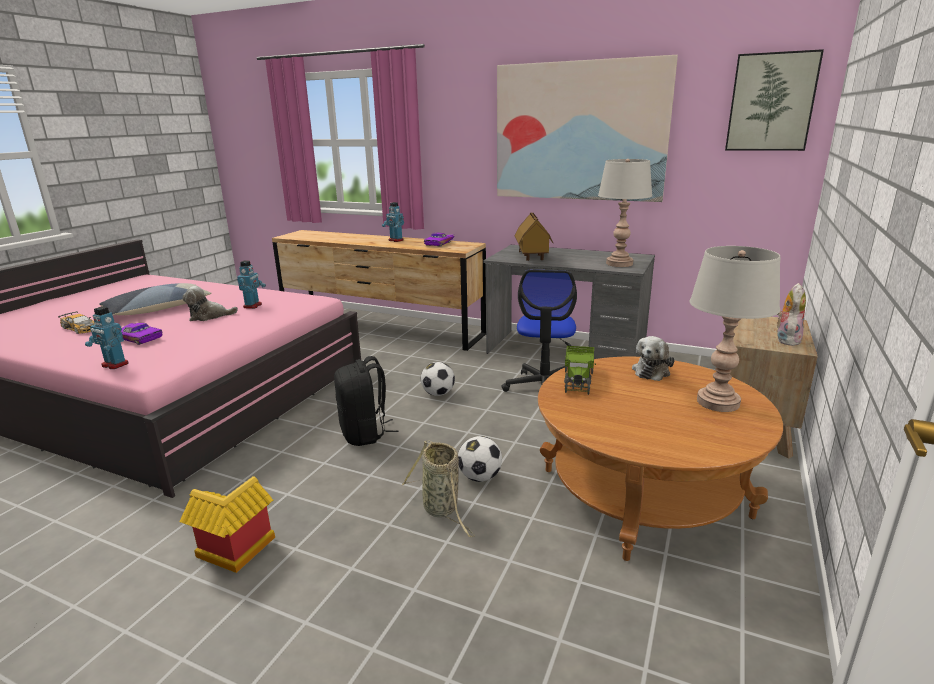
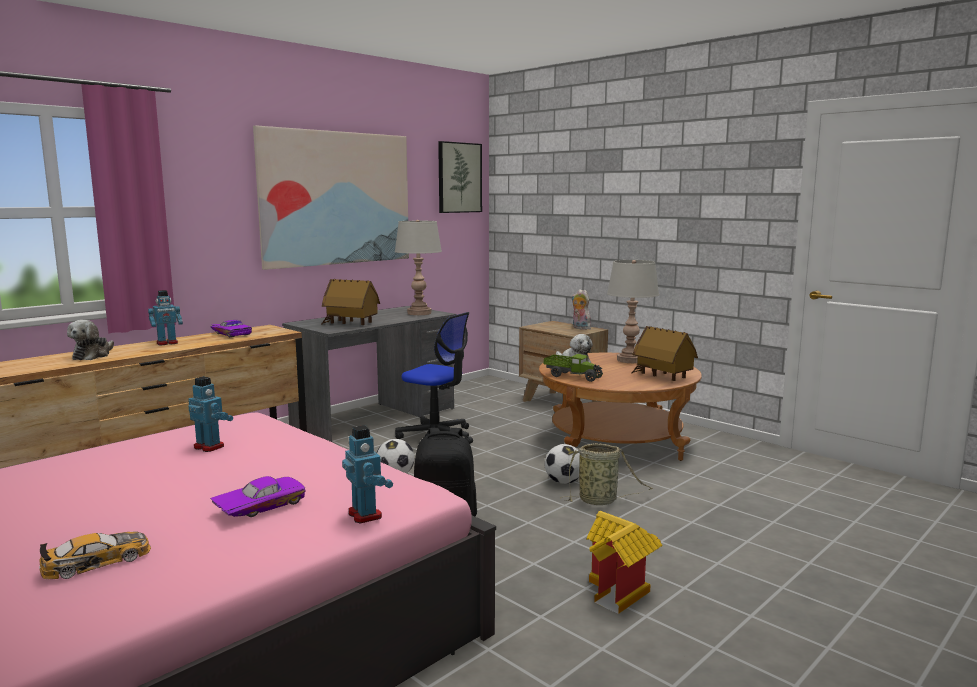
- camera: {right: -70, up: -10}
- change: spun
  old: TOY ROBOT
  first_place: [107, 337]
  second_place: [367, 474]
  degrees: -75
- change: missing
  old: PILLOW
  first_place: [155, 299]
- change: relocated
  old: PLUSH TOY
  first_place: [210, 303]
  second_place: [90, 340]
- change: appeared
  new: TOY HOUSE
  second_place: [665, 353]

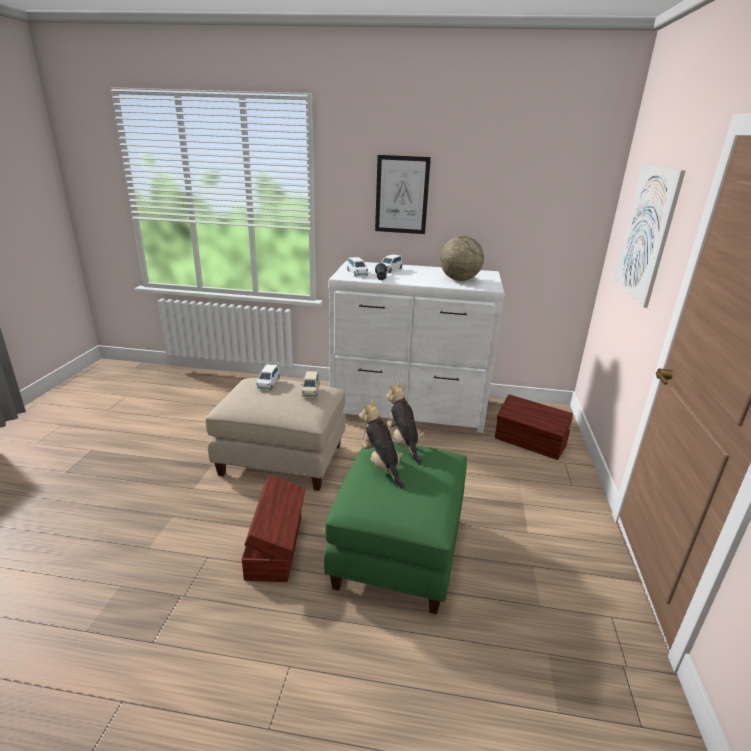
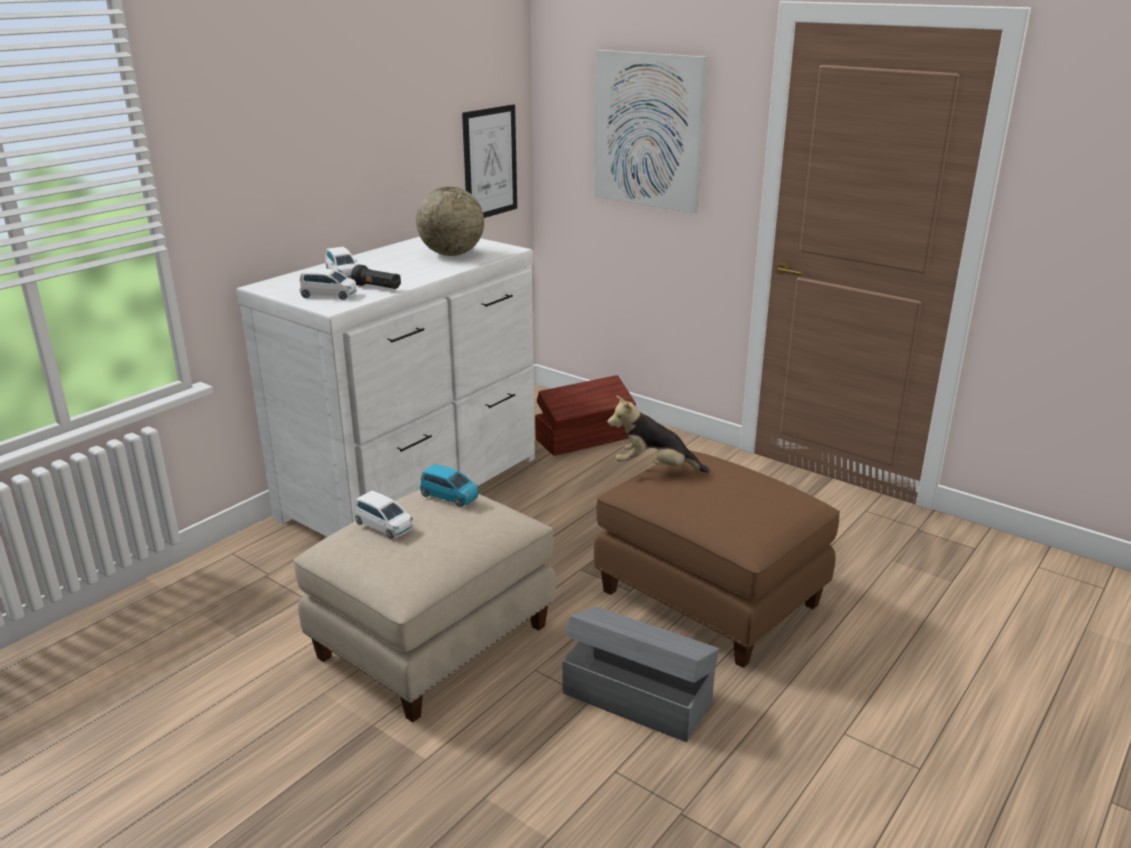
- camera: {right: -60, up: 0}
- change: colour
  old: BROWN STORAGE BOX
  new: GREY STORAGE BOX
  first_place: [274, 528]
  second_place: [640, 674]
- change: colour
  old: BEIGE TOY CAR
  new: BLUE TOY CAR
  first_place: [310, 384]
  second_place: [449, 485]
- change: colour
  old: GREEN OTTOMAN
  new: BROWN OTTOMAN
  first_place: [395, 528]
  second_place: [717, 559]
- change: missing
  old: PLUSH TOY
  first_place: [382, 443]
- change: relocated
  old: PICTURE
  first_place: [403, 194]
  second_place: [489, 161]

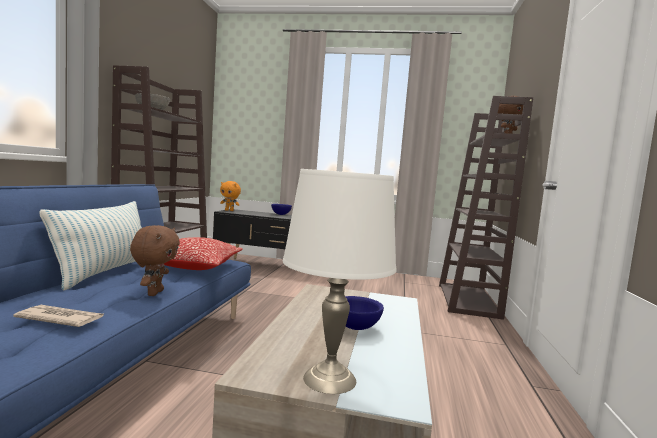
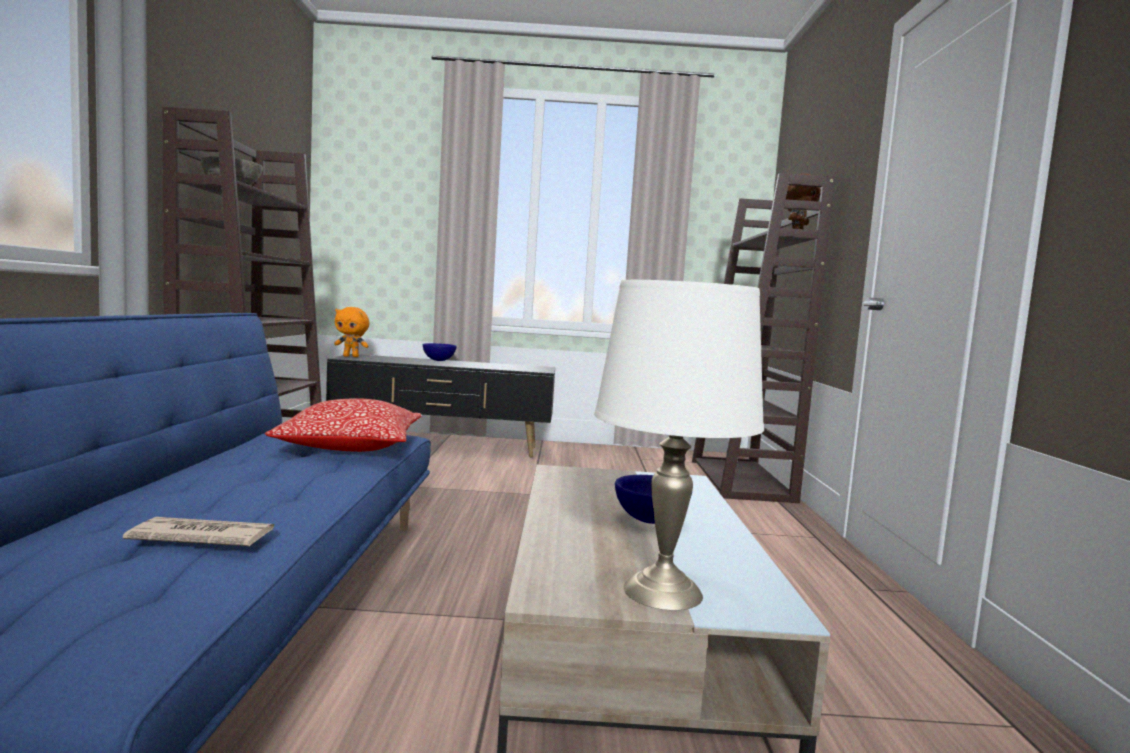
- camera: {right: -10, up: 0}
- change: missing
  old: PILLOW
  first_place: [90, 246]
- change: missing
  old: BROWN PLUSH TOY
  first_place: [155, 260]

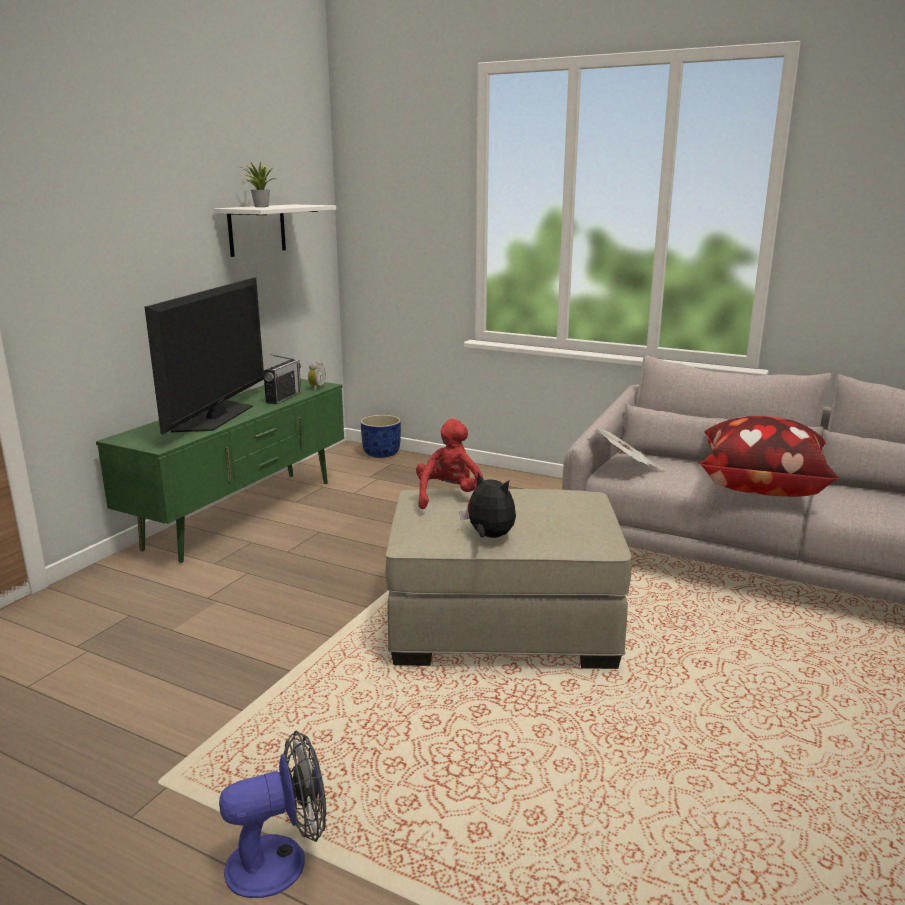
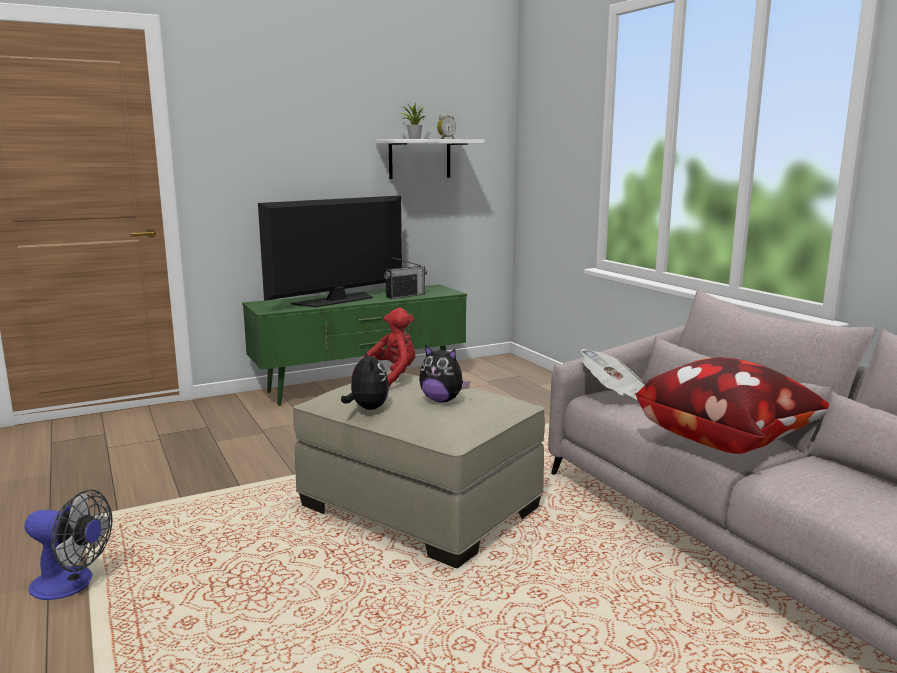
- camera: {right: 35, up: -5}
- change: relocated
  old: ALARM CLOCK
  first_place: [317, 375]
  second_place: [446, 126]
- change: missing
  old: BLUE PLANTER
  first_place: [380, 436]
- change: appeared
  new: PLUSH TOY
  second_place: [444, 373]

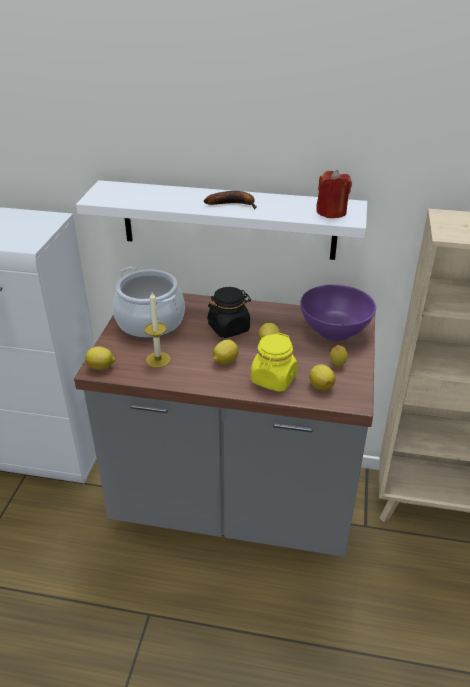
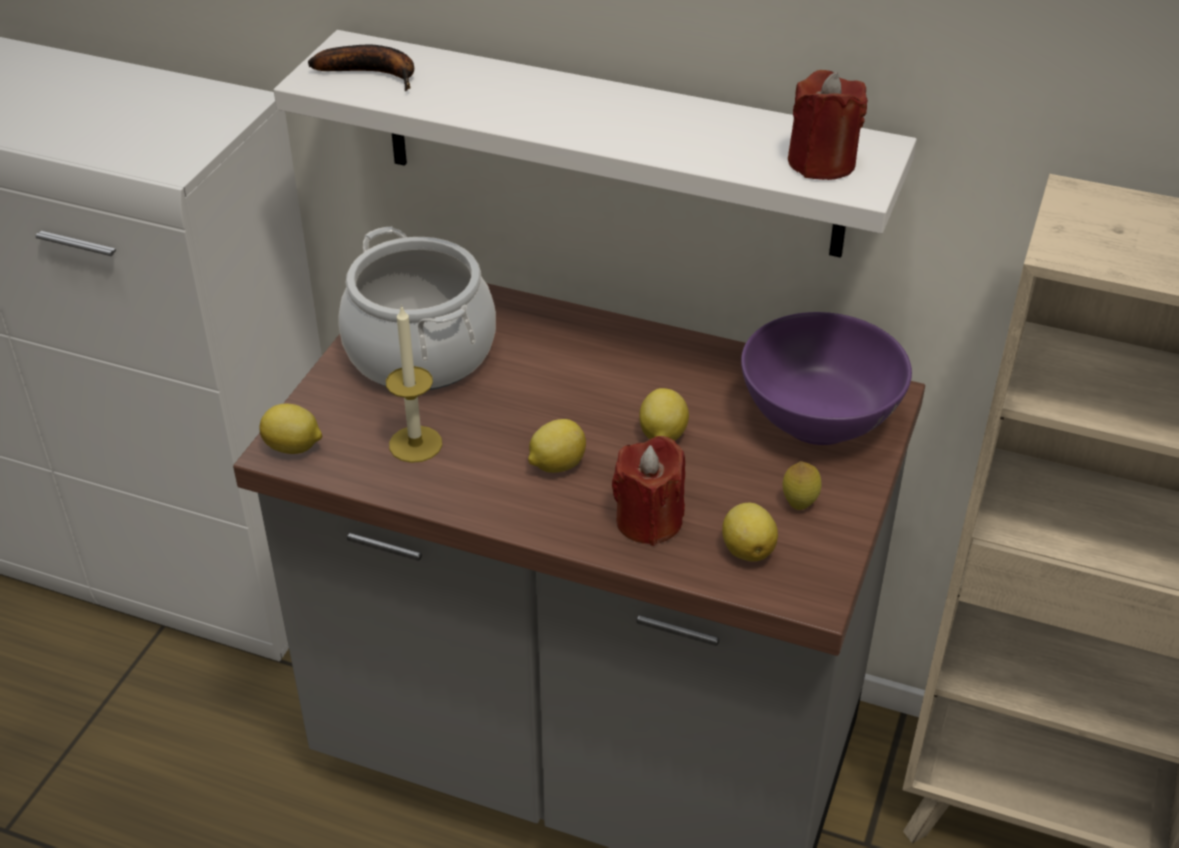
- camera: {right: 10, up: 5}
- change: relocated
  old: BANANA
  first_place: [230, 200]
  second_place: [361, 68]
- change: missing
  old: BLACK JAR
  first_place: [229, 312]
- change: exchanged
  old: YELLOW JAR
  new: RED CANDLE
  first_place: [274, 362]
  second_place: [648, 491]

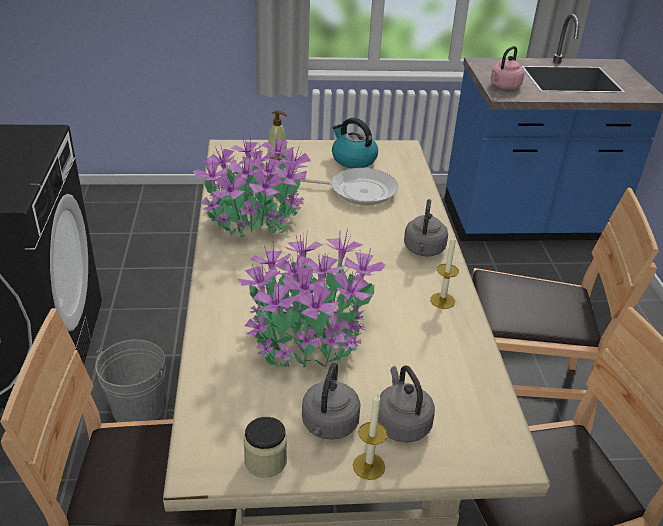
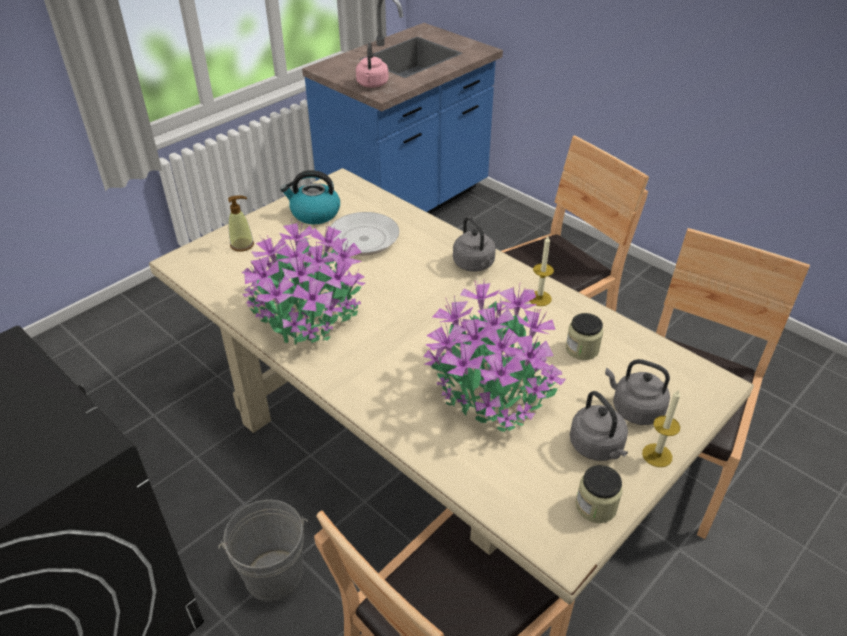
- camera: {right: -40, up: 5}
- change: appeared
  new: JAR
  second_place: [584, 336]

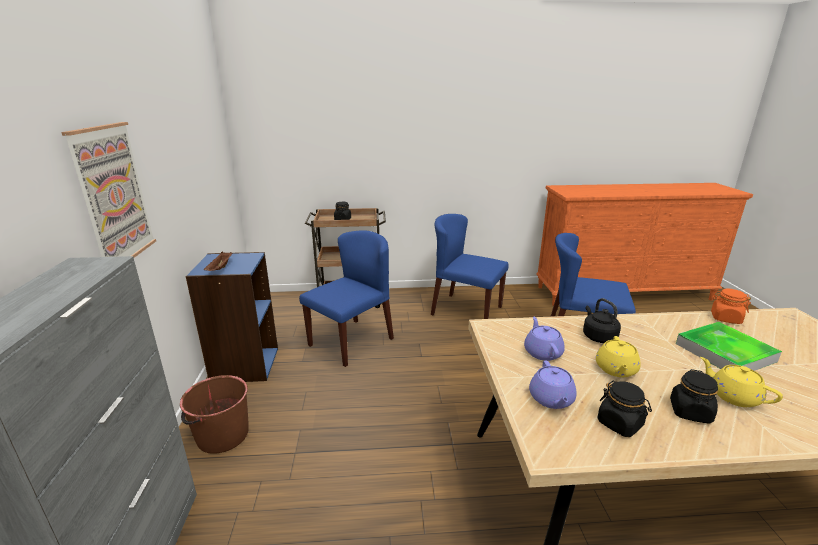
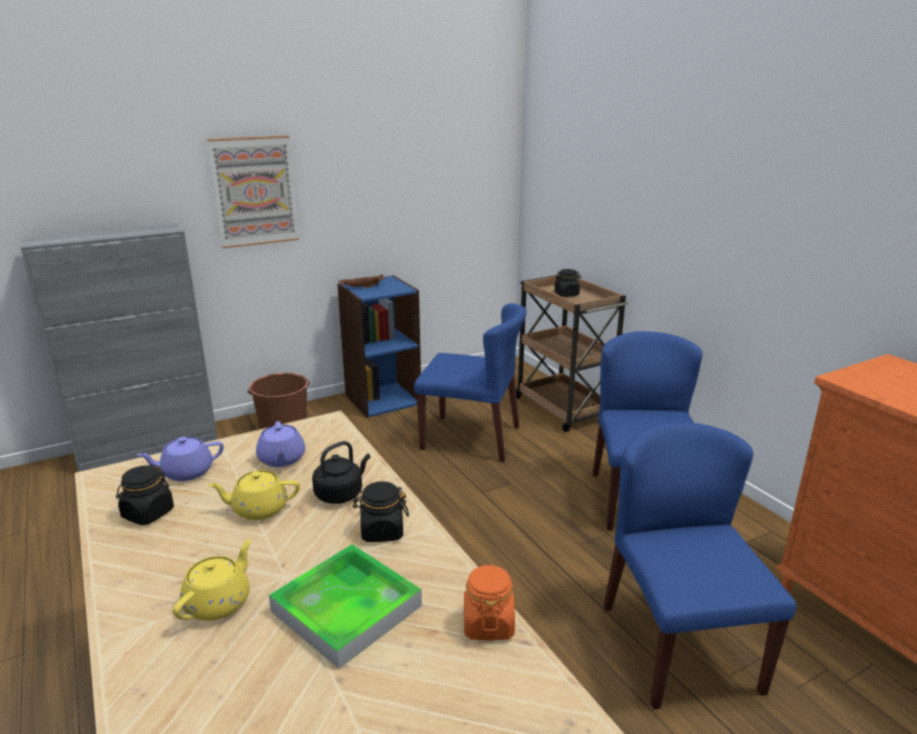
- camera: {right: 65, up: 0}
- change: spun
  old: PURPLE TEAPOT
  first_place: [544, 339]
  second_place: [280, 444]
  degrees: 105
- change: relocated
  old: BLACK JAR
  first_place: [694, 396]
  second_place: [381, 511]

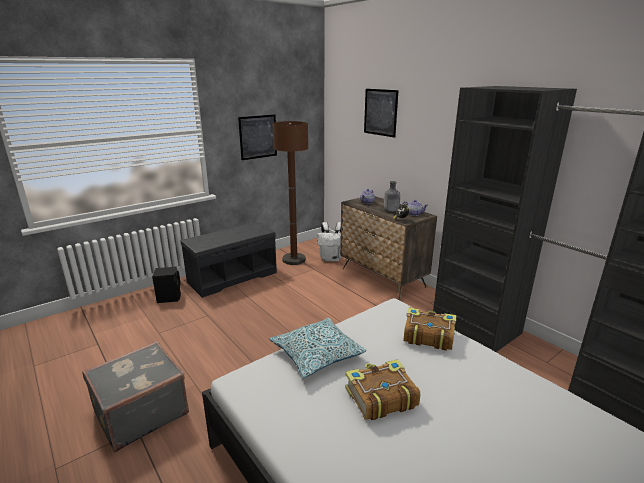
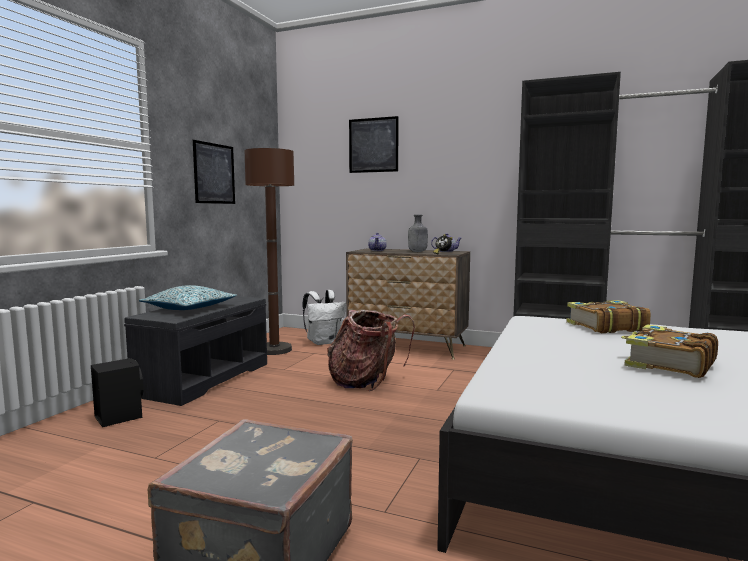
- camera: {right: -30, up: -15}
- change: relocated
  old: PILLOW
  first_place: [318, 348]
  second_place: [187, 297]
- change: appeared
  new: BACKPACK
  second_place: [371, 350]

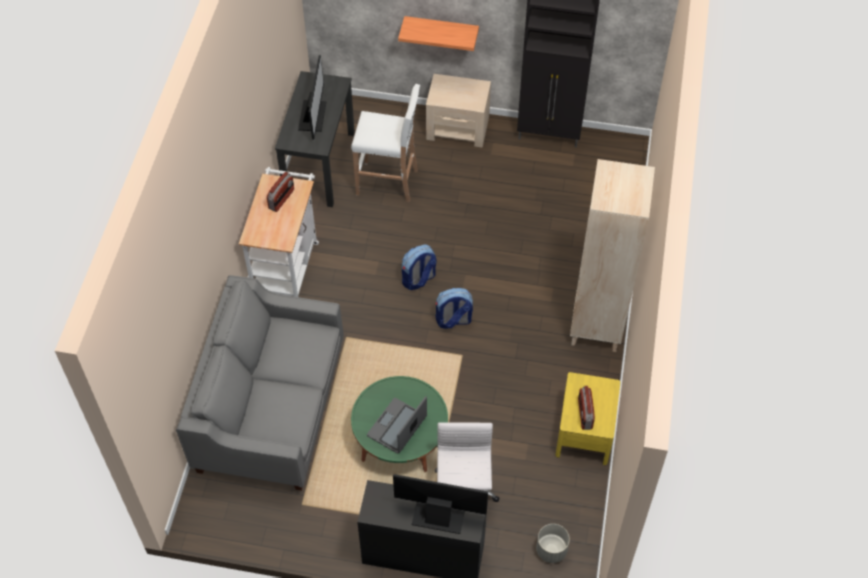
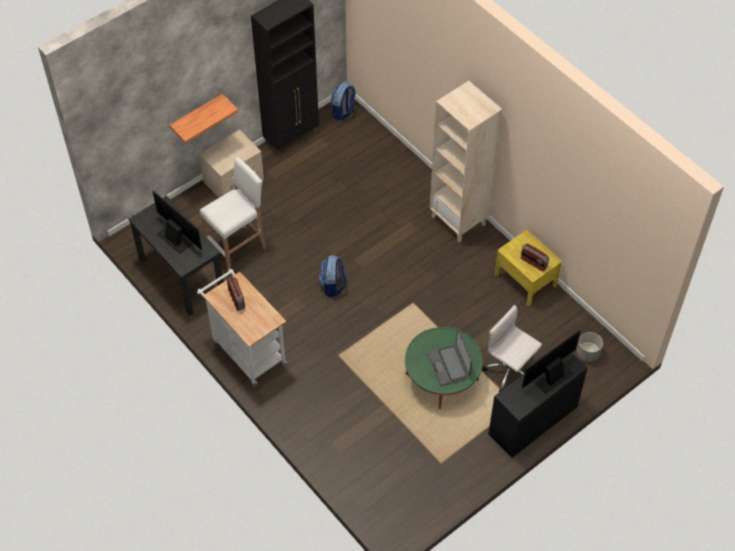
- camera: {right: -50, up: 0}
- change: missing
  old: GREY SOFA
  first_place: [260, 383]
- change: relocated
  old: BACKPACK
  first_place: [454, 308]
  second_place: [343, 100]

